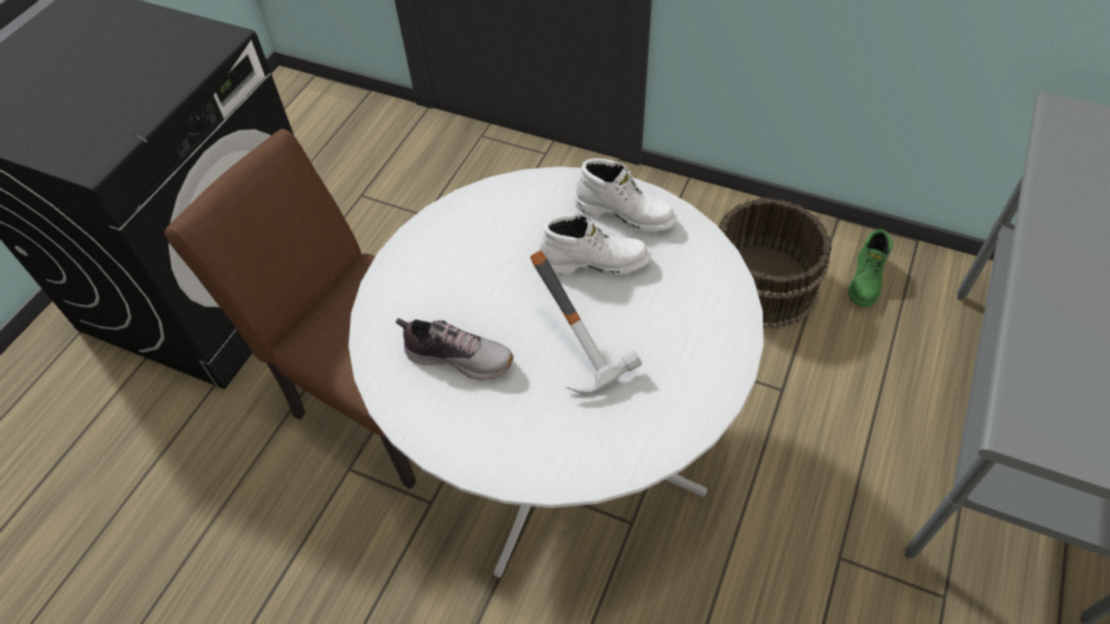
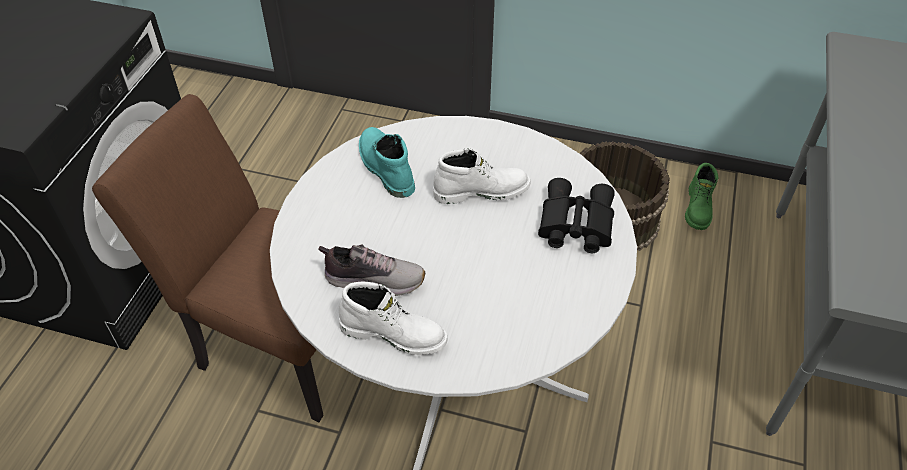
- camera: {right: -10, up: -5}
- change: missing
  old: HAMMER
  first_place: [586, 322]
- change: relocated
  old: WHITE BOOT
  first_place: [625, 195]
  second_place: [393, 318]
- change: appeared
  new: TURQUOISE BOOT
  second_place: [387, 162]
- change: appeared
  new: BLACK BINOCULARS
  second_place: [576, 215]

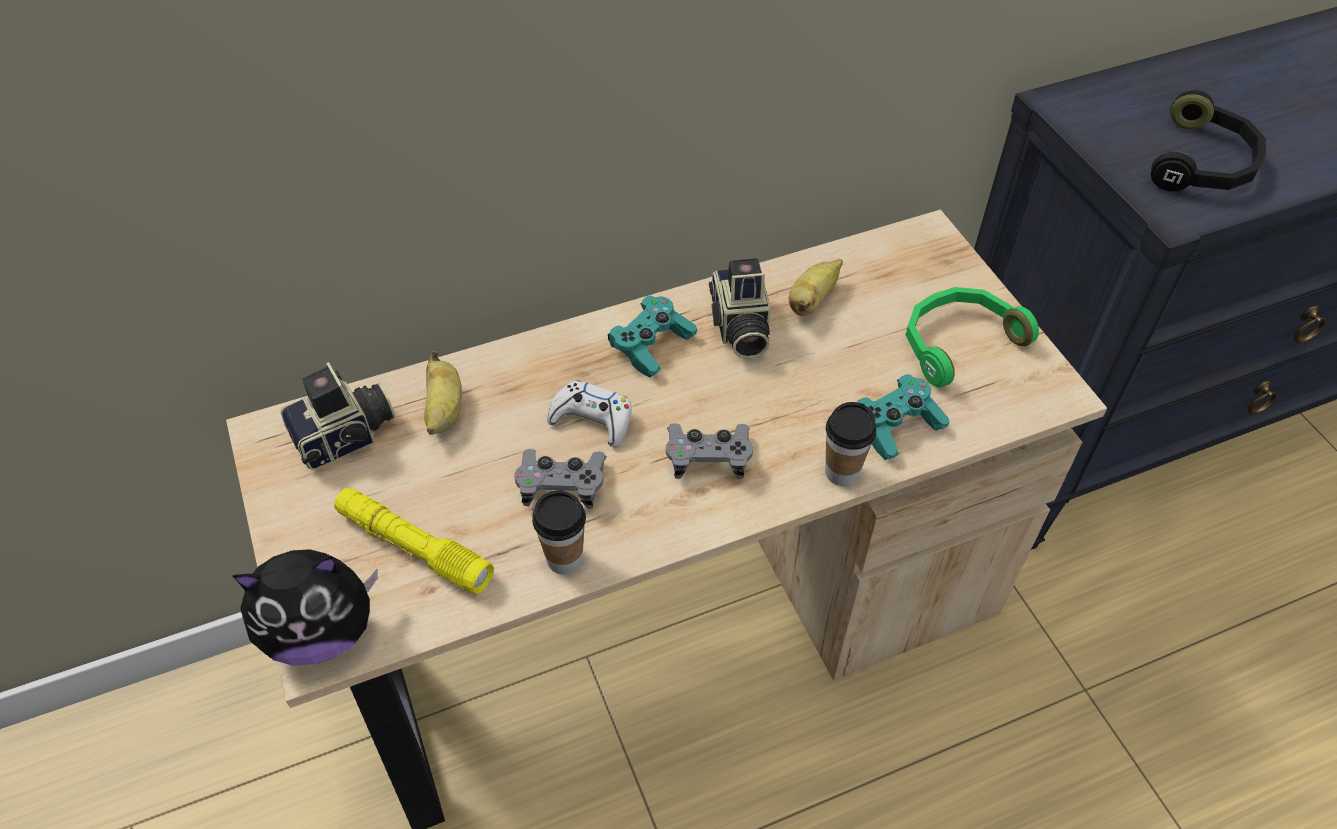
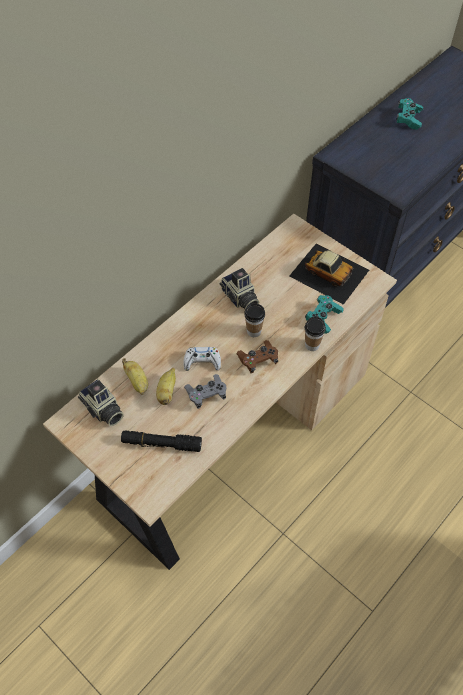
- camera: {right: -25, up: 5}
- change: missing
  old: PLUSH TOY
  first_place: [305, 607]
- change: spun
  old: PHOTO CAMERA
  first_place: [338, 416]
  second_place: [100, 402]
  degrees: 105
- change: colour
  old: YELLOW FLASHLIGHT
  new: BLACK FLASHLIGHT
  first_place: [414, 541]
  second_place: [161, 441]
- change: relocated
  old: CUP
  first_place: [559, 532]
  second_place: [254, 320]
- change: relocated
  old: TURQUOISE GAME CONTROLLER
  first_place: [652, 336]
  second_place: [410, 114]
- change: colour
  old: GREY GAME CONTROLLER
  new: BROWN GAME CONTROLLER
  first_place: [709, 451]
  second_place: [257, 356]
- change: relocated
  old: BANANA
  first_place: [816, 287]
  second_place: [166, 386]
- change: exchanged
  old: GREEN HEADPHONES
  new: TOY CAR
  first_place: [972, 337]
  second_place: [329, 274]
- change: missing
  old: BLACK HEADPHONES
  first_place: [1208, 140]

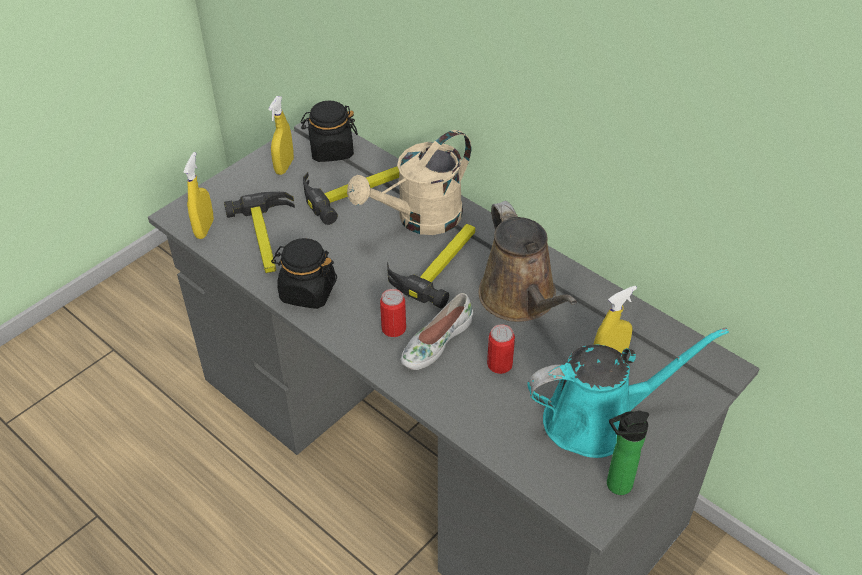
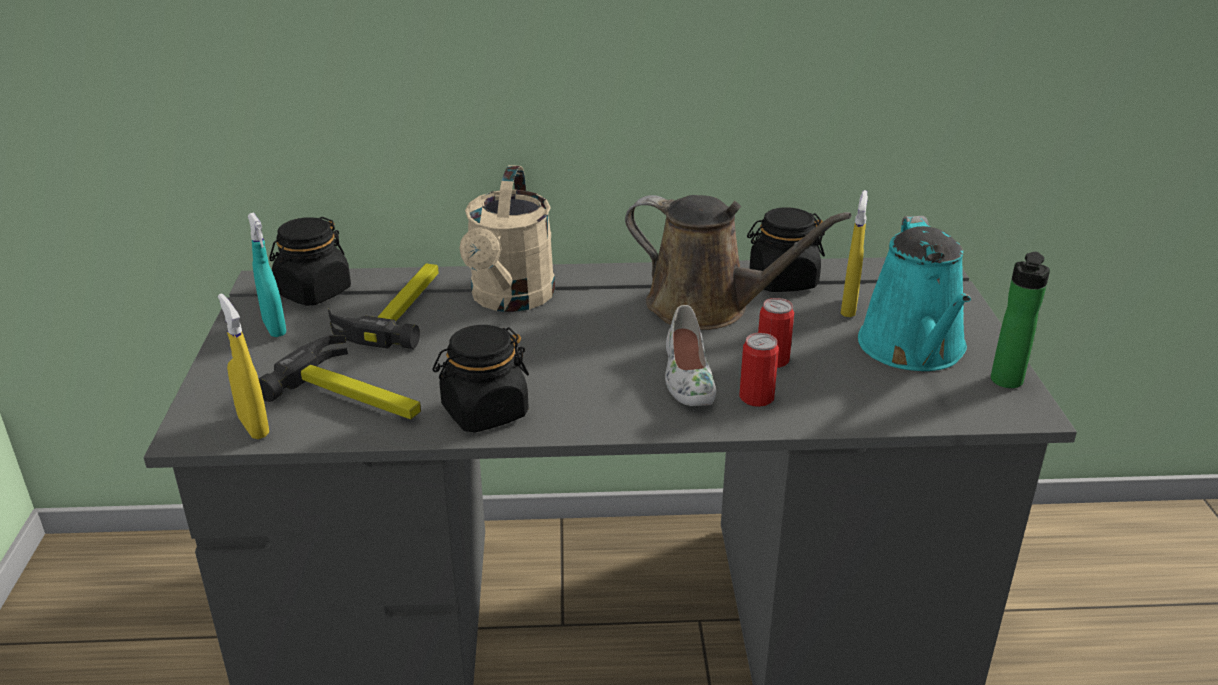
- camera: {right: -45, up: -15}
- change: colour
  old: YELLOW SPRAY BOTTLE
  new: TURQUOISE SPRAY BOTTLE
  first_place: [281, 135]
  second_place: [267, 274]
- change: relocated
  old: CAN
  first_place: [393, 313]
  second_place: [759, 370]
- change: missing
  old: HAMMER
  first_place: [431, 266]
- change: spun
  old: TURQUOISE WATERING CAN
  first_place: [628, 393]
  second_place: [914, 293]
  degrees: 150
- change: appeared
  new: BLACK JAR
  second_place: [786, 249]

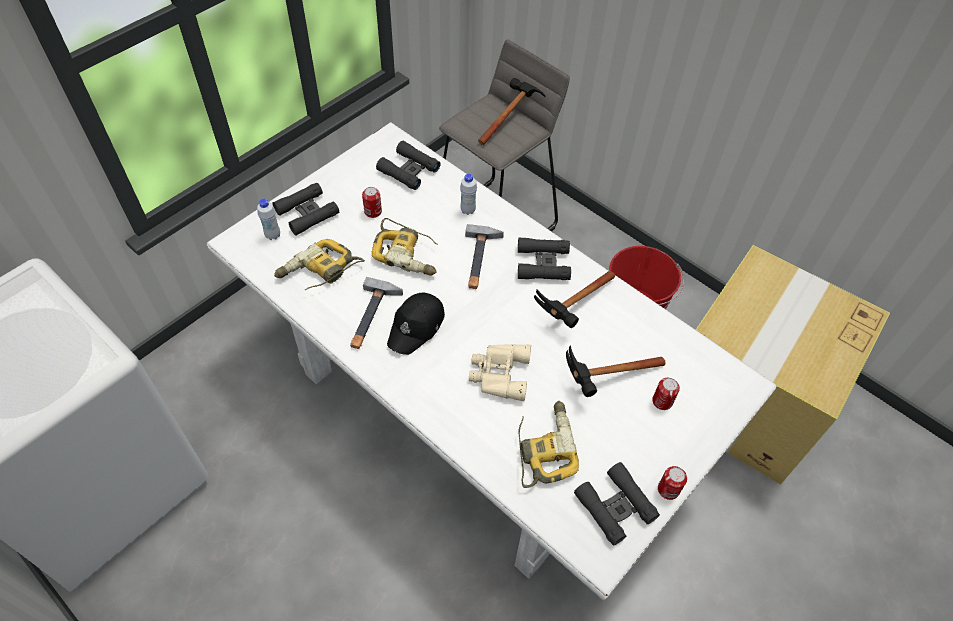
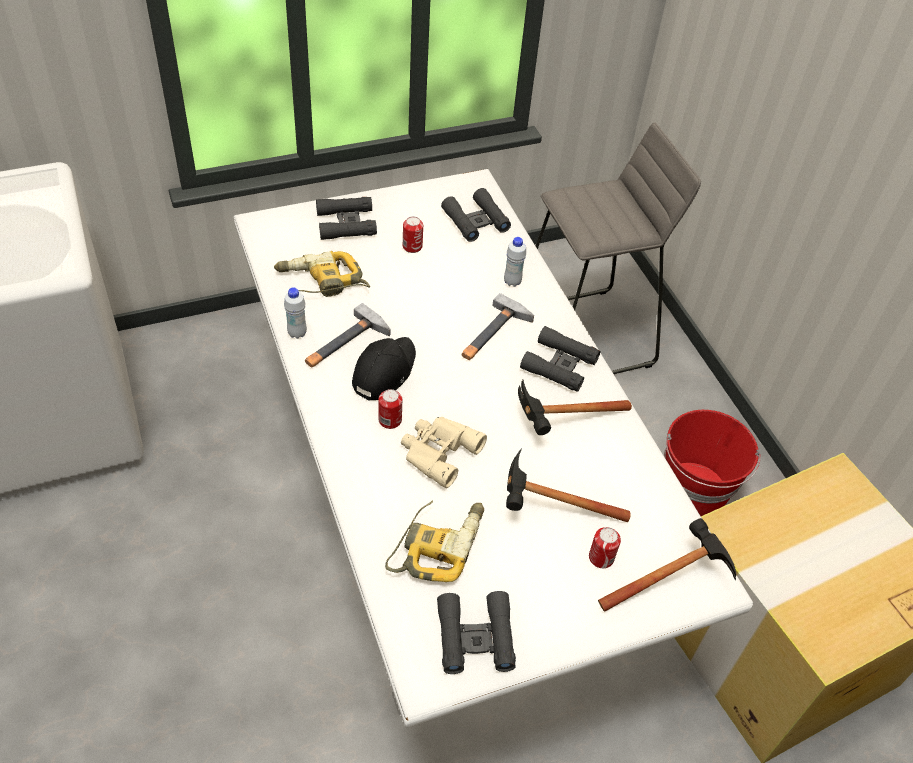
- camera: {right: 25, up: -5}
- change: relocated
  old: WHITE BOTTLE
  first_place: [268, 219]
  second_place: [295, 313]
- change: missing
  old: POWER DRILL
  first_place: [405, 246]
- change: spun
  old: BLACK CAP
  first_place: [416, 324]
  second_place: [384, 369]
  degrees: 150
- change: relocated
  old: HAMMER
  first_place: [511, 111]
  second_place: [667, 565]
- change: relocated
  old: CAN
  first_place: [672, 483]
  second_place: [390, 409]

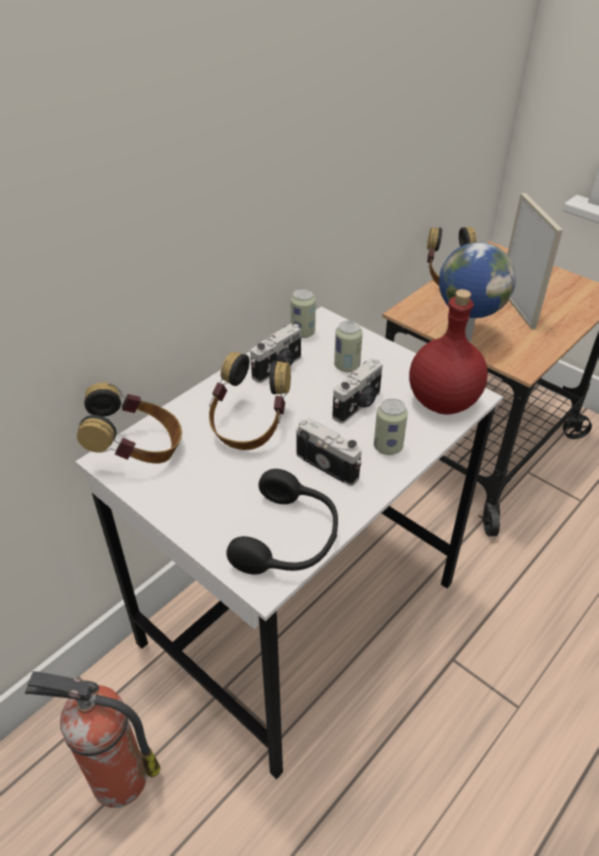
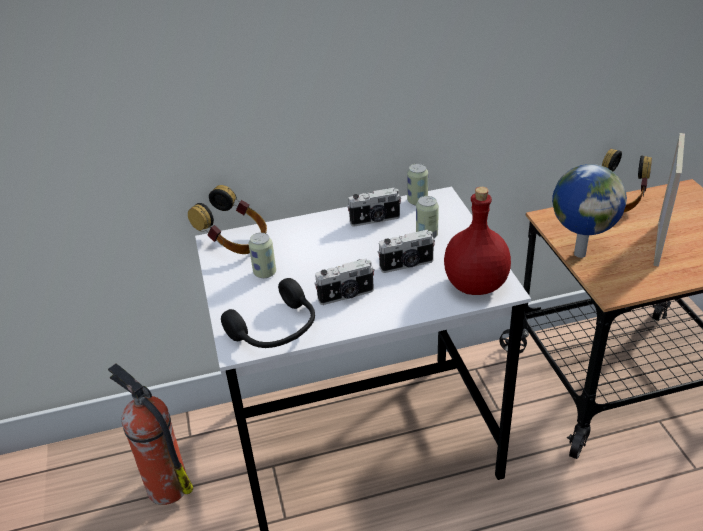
- camera: {right: 35, up: -5}
- change: missing
  old: HEADPHONES
  first_place: [250, 401]
- change: spun
  old: PHOTO CAMERA
  first_place: [329, 452]
  second_place: [344, 282]
  degrees: 90
- change: relocated
  old: CAN
  first_place: [391, 427]
  second_place: [262, 255]

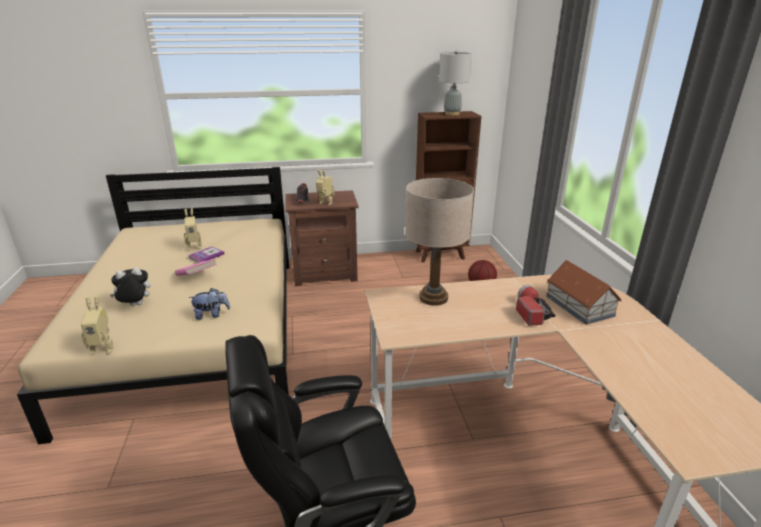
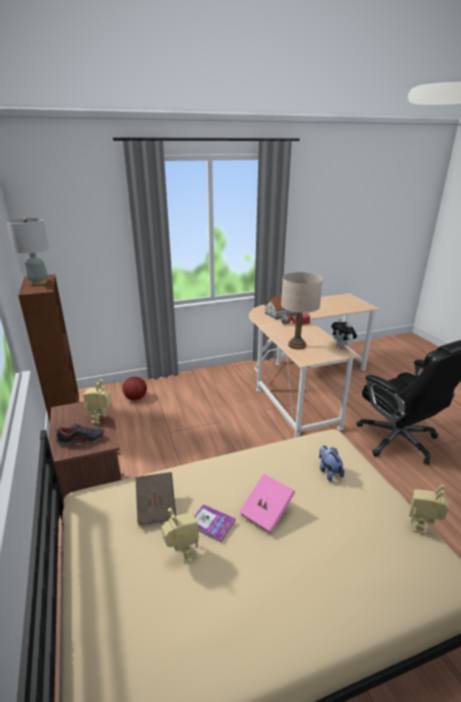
- camera: {right: -100, up: 0}
- change: spun
  old: TOY ROBOT
  first_place: [97, 326]
  second_place: [428, 509]
  degrees: -135
- change: relocated
  old: PLUSH TOY
  first_place: [130, 286]
  second_place: [344, 333]
- change: appeared
  new: BROWN BOOK
  second_place: [155, 499]

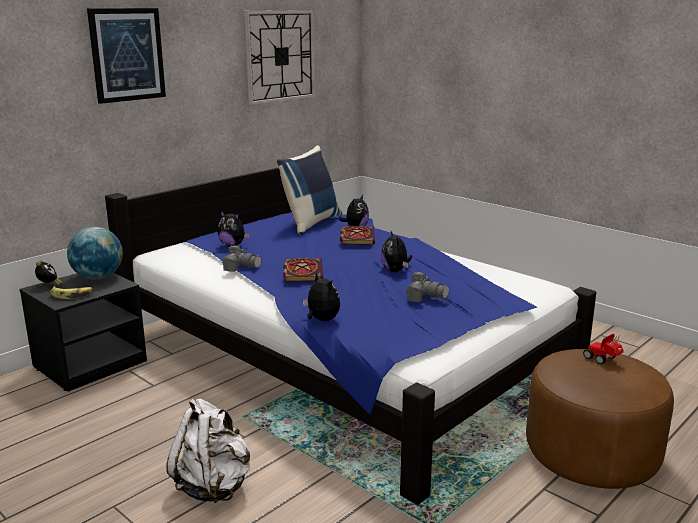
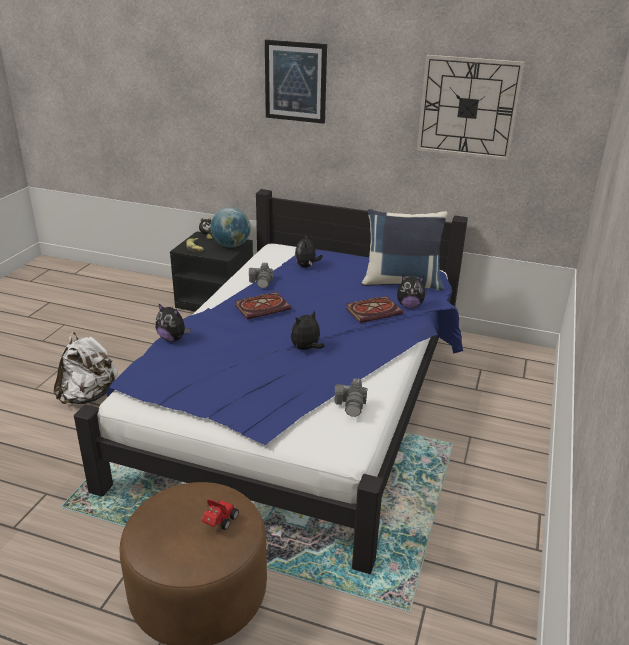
- camera: {right: 65, up: 10}
- change: spun
  old: PLUSH TOY
  first_place: [321, 296]
  second_place: [173, 322]
  degrees: 90
- change: relocated
  old: PHOTO CAMERA
  first_place: [427, 287]
  second_place: [351, 397]

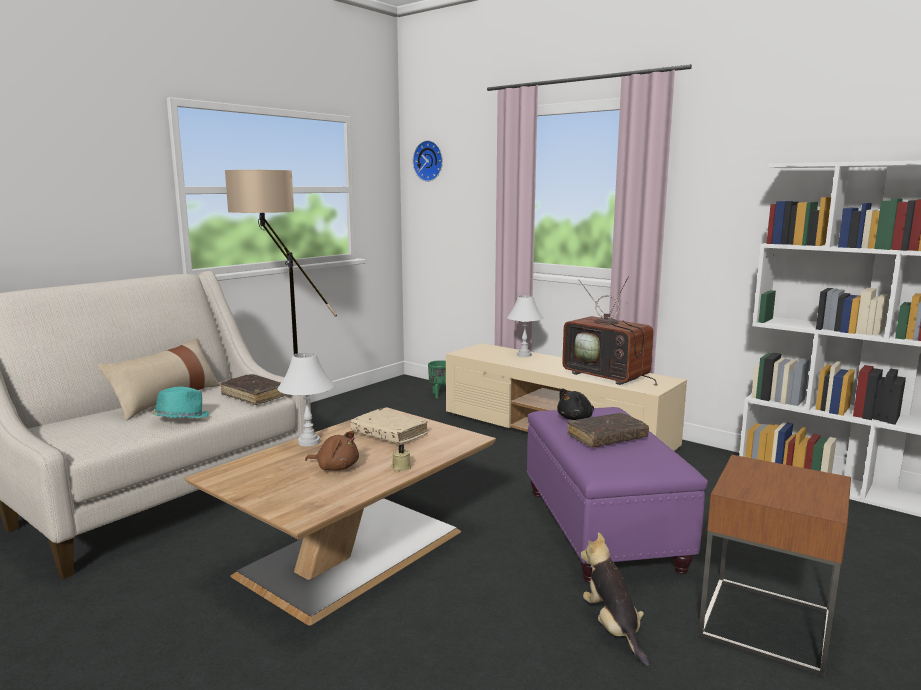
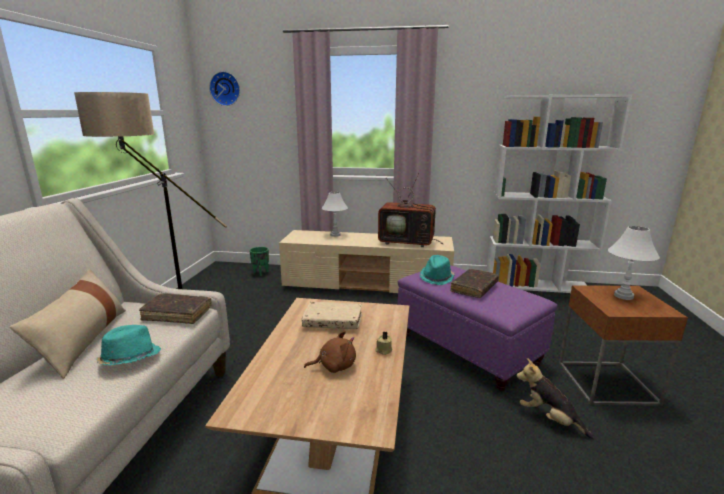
- camera: {right: -30, up: 5}
- change: relocated
  old: WHITE TABLE LAMP
  first_place: [306, 399]
  second_place: [634, 263]
- change: exchanged
  old: BLACK PLUSH TOY
  new: TURQUOISE HAT
  first_place: [575, 404]
  second_place: [437, 270]

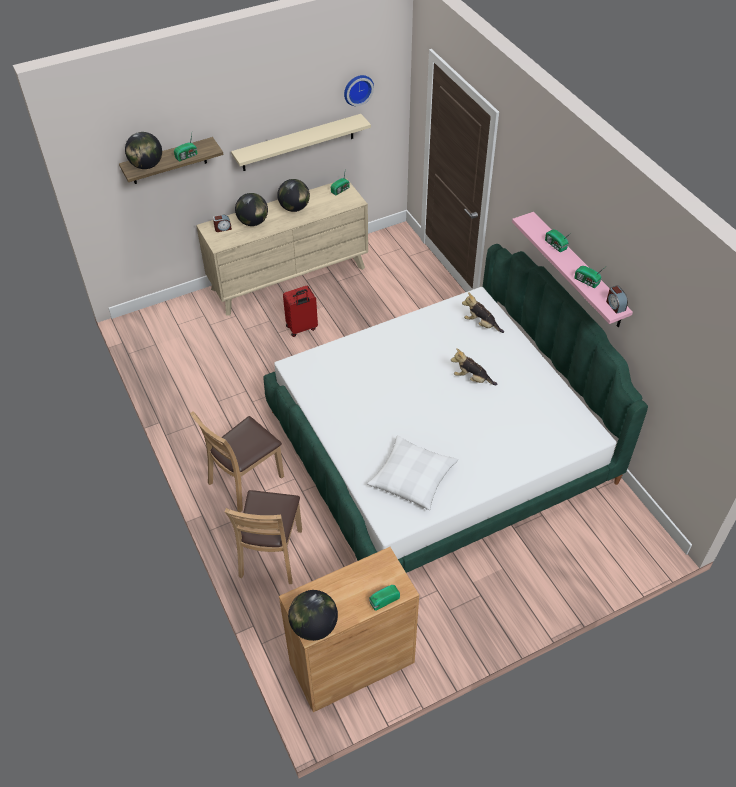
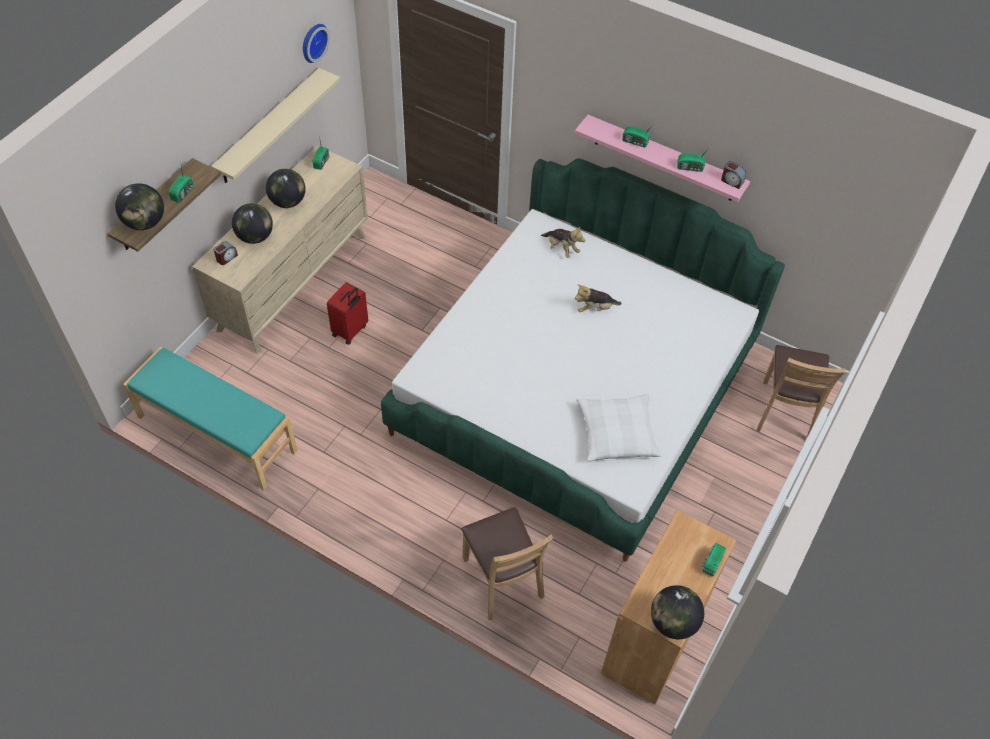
- camera: {right: -35, up: 5}
- change: relocated
  old: BROWN CHAIR
  first_place: [237, 461]
  second_place: [801, 391]
- change: spun
  old: PLUSH TOY
  first_place: [483, 312]
  second_place: [563, 242]
  degrees: -135
- change: appeared
  new: TURQUOISE BENCH
  second_place: [210, 418]

